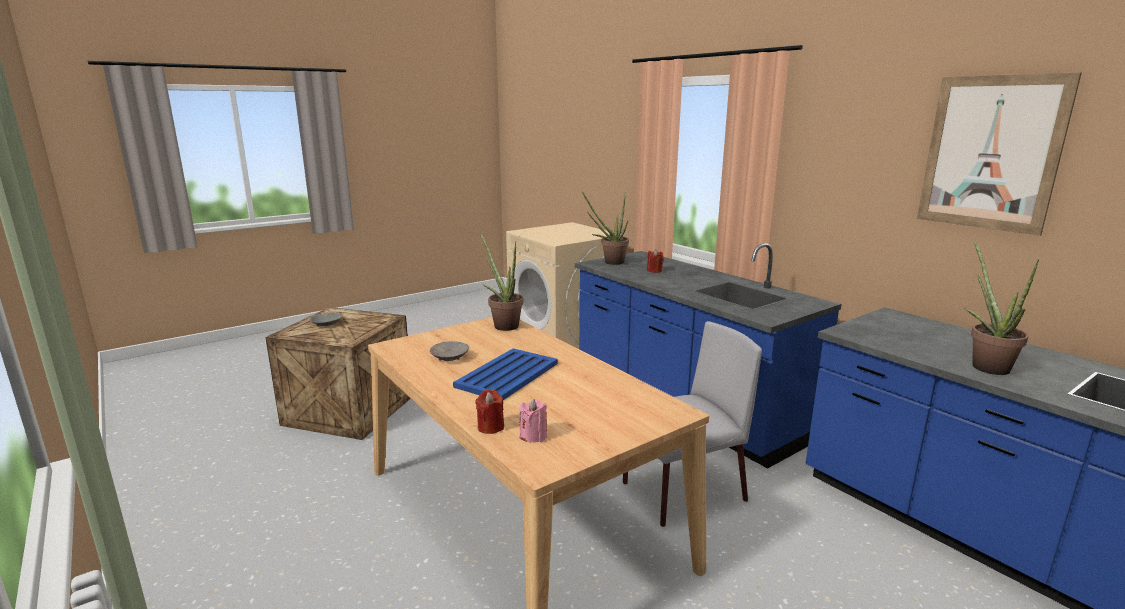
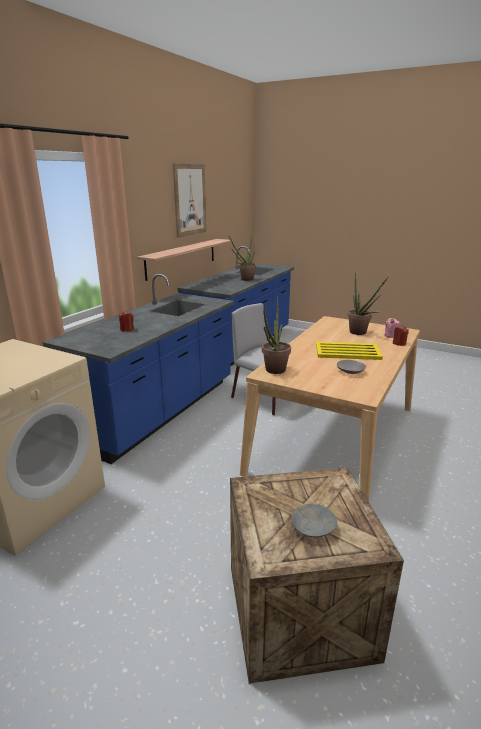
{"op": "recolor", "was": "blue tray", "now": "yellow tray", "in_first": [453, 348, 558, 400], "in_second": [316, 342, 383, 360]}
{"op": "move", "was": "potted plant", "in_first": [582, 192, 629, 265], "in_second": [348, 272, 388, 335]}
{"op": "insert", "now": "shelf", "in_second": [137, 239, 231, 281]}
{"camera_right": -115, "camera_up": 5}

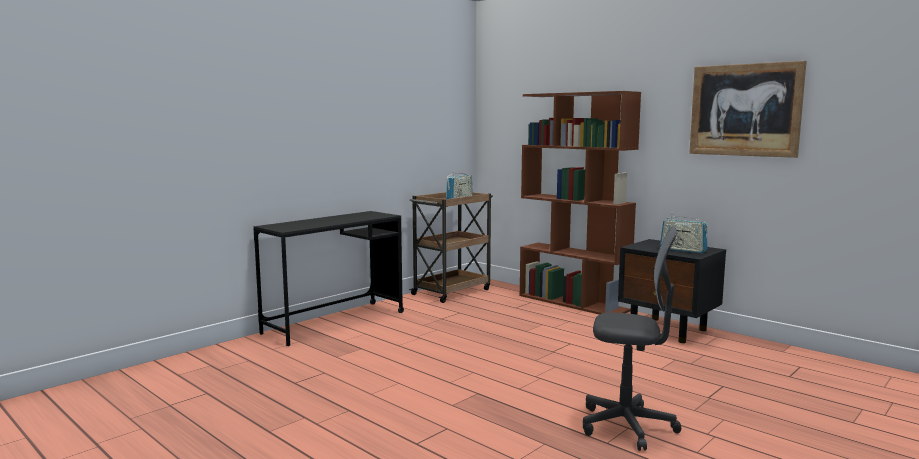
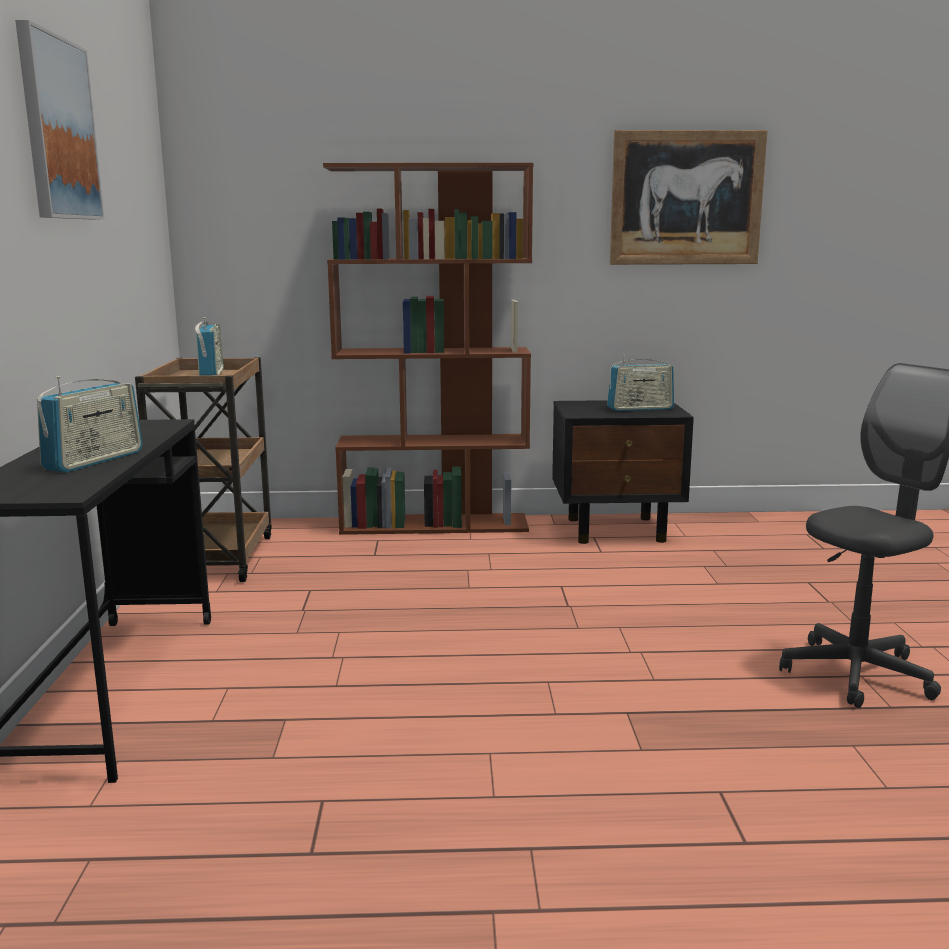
{"op": "insert", "now": "picture", "in_second": [15, 20, 105, 220]}
{"op": "insert", "now": "radio", "in_second": [37, 376, 142, 473]}
{"camera_right": -45, "camera_up": 5}

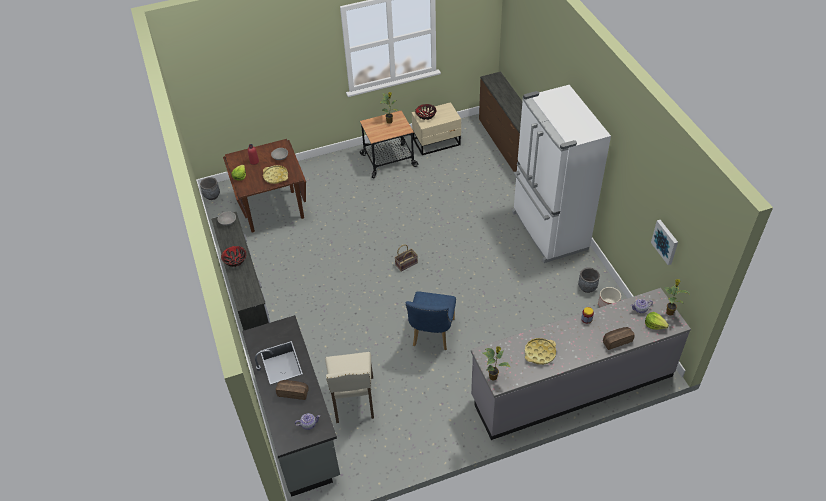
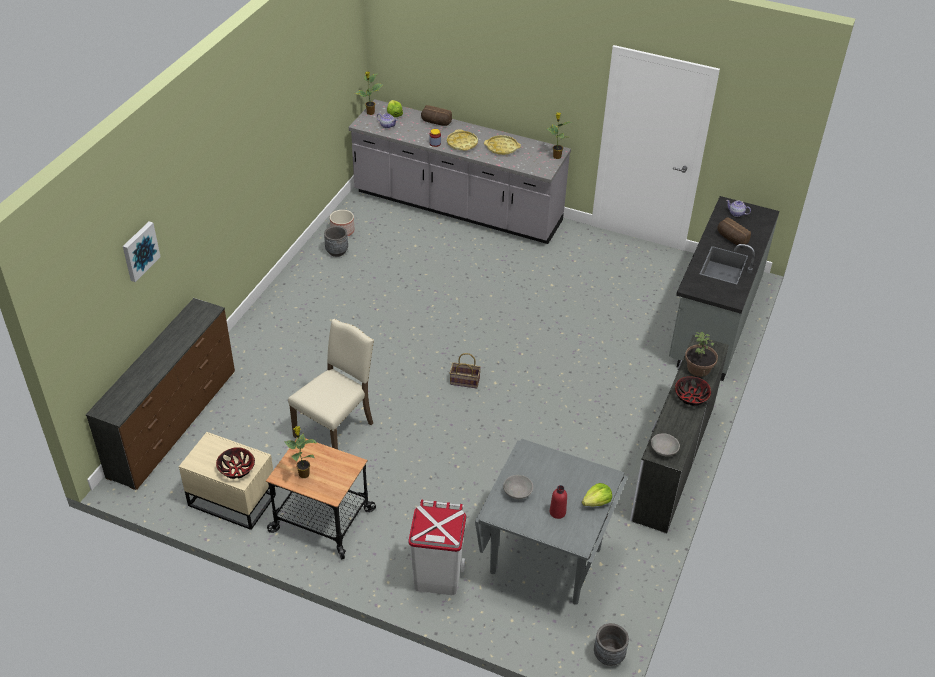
{"op": "recolor", "was": "brown dining table", "now": "grey dining table", "in_first": [223, 139, 306, 233], "in_second": [475, 439, 628, 605]}
{"op": "move", "was": "yellow tray", "in_first": [263, 165, 288, 184], "in_second": [447, 129, 478, 151]}
{"op": "move", "was": "beige chair", "in_first": [325, 352, 374, 423], "in_second": [288, 319, 374, 450]}
{"op": "delete", "was": "blue chair", "in_first": [405, 291, 456, 350]}
{"op": "delete", "was": "white fridge", "in_first": [512, 85, 611, 263]}
{"op": "move", "was": "picture", "in_first": [651, 220, 678, 265], "in_second": [123, 222, 161, 282]}
{"op": "insert", "now": "white trash can", "in_second": [408, 499, 466, 595]}
{"op": "insert", "now": "potted plant", "in_second": [685, 332, 718, 377]}
{"camera_right": -140, "camera_up": -5}

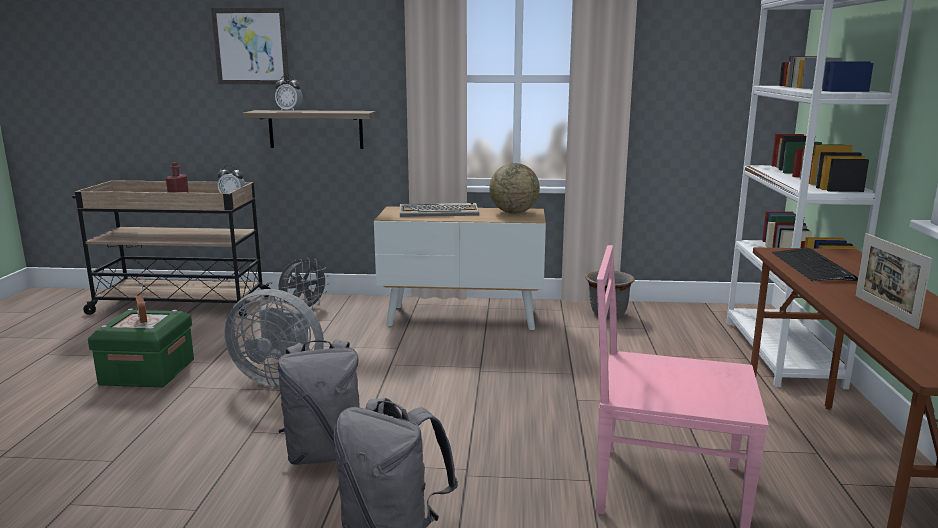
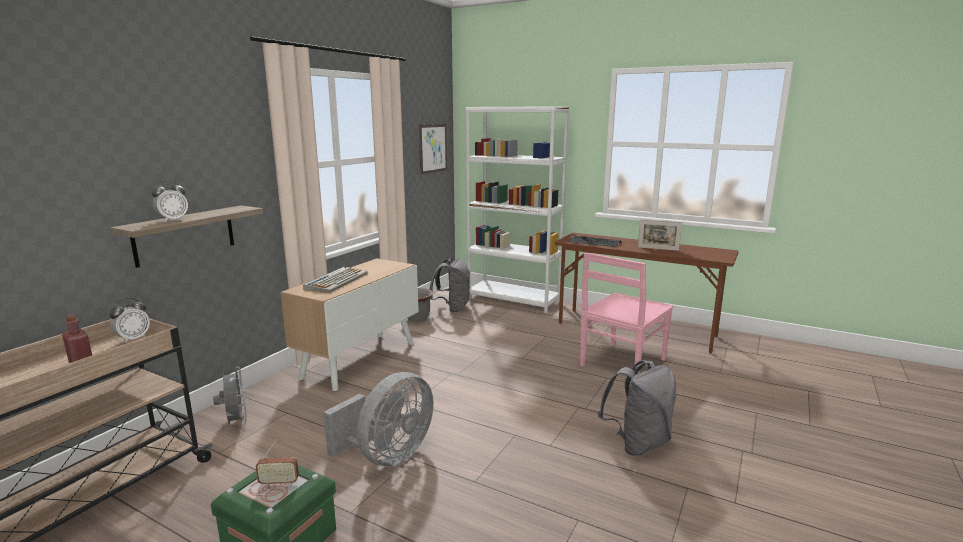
{"op": "move", "was": "picture", "in_first": [211, 8, 289, 84], "in_second": [419, 124, 447, 174]}
{"op": "move", "was": "grey backpack", "in_first": [277, 339, 360, 465], "in_second": [430, 258, 470, 313]}
{"op": "delete", "was": "globe", "in_first": [489, 163, 540, 214]}
{"camera_right": -65, "camera_up": 0}

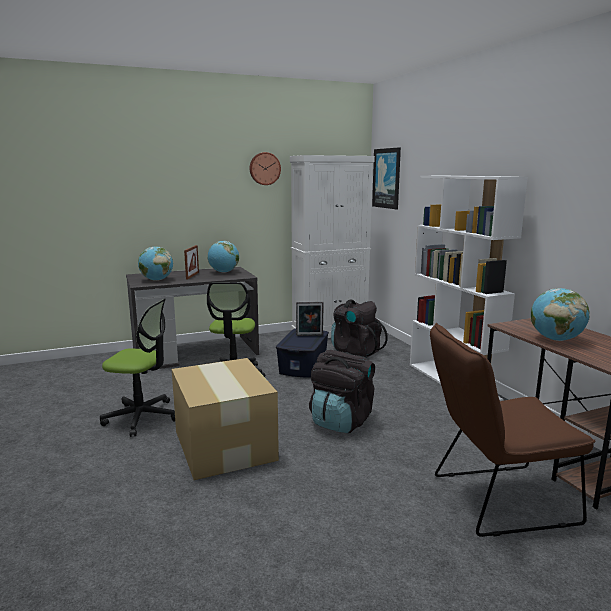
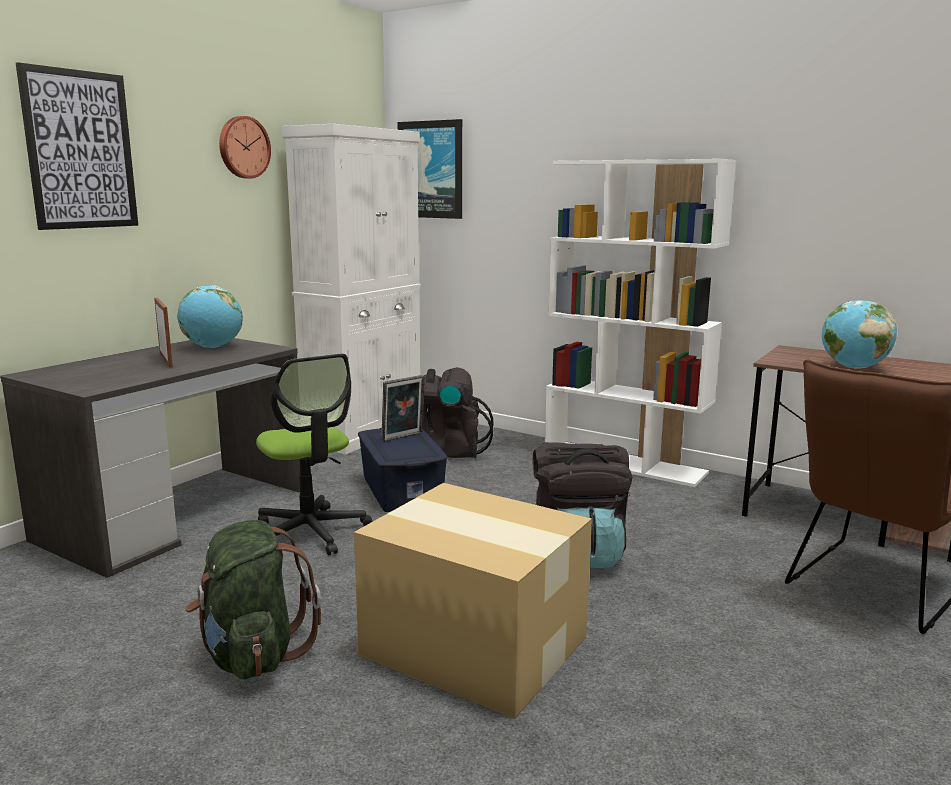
{"op": "replace", "was": "office chair", "now": "green backpack", "in_first": [100, 299, 175, 437], "in_second": [185, 520, 321, 679]}
{"op": "delete", "was": "globe", "in_first": [138, 246, 173, 281]}
{"op": "insert", "now": "picture", "in_second": [16, 62, 138, 230]}
{"camera_right": -35, "camera_up": 0}

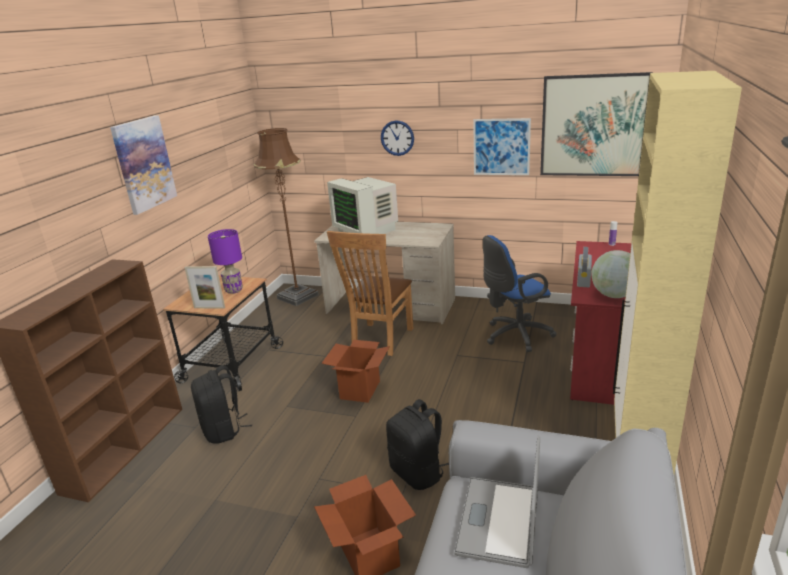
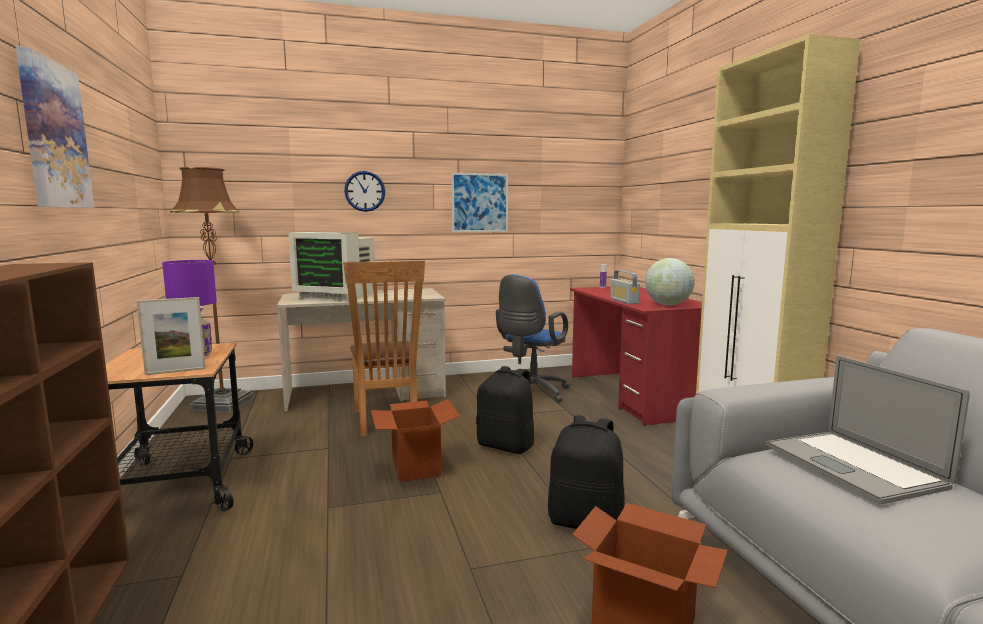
{"op": "move", "was": "black backpack", "in_first": [191, 365, 252, 444], "in_second": [476, 366, 535, 454]}
{"op": "delete", "was": "picture", "in_first": [540, 72, 653, 176]}
{"camera_right": -35, "camera_up": -15}

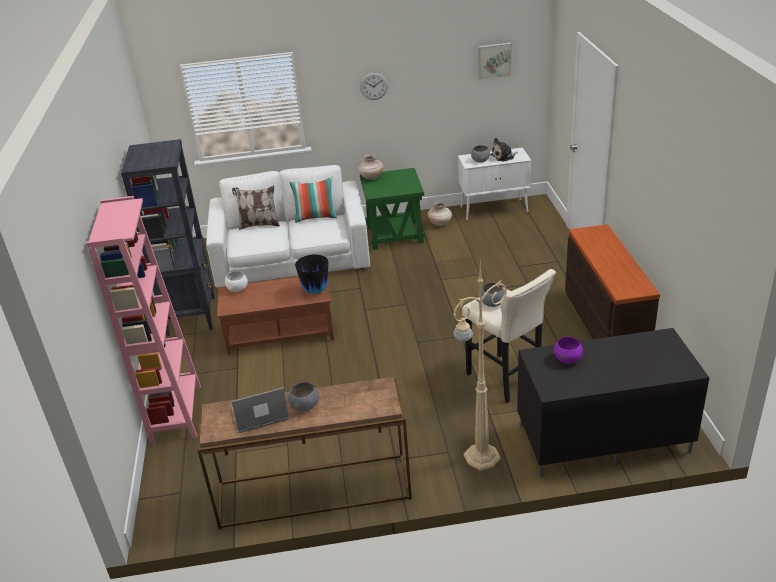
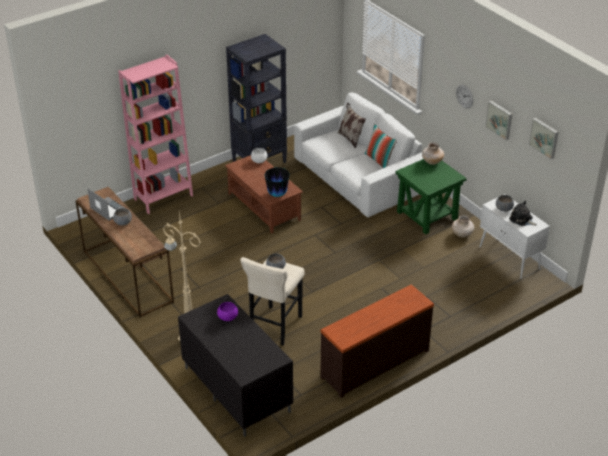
{"op": "insert", "now": "picture", "in_second": [485, 100, 512, 140]}
{"camera_right": 60, "camera_up": 5}

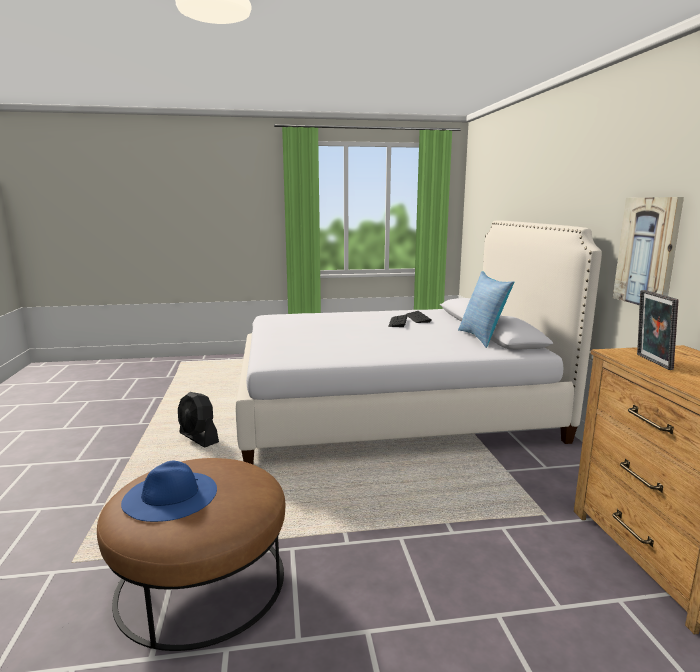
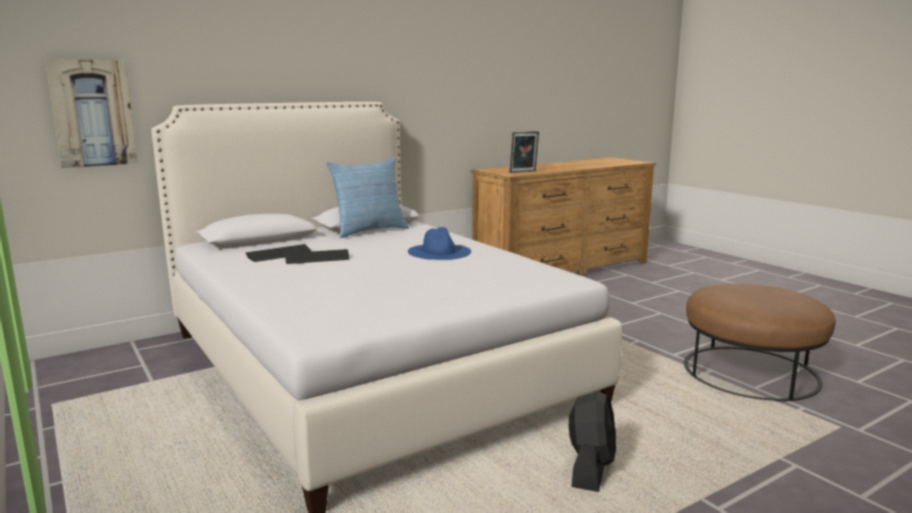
{"op": "move", "was": "blue hat", "in_first": [121, 461, 217, 522], "in_second": [408, 227, 471, 260]}
{"op": "move", "was": "picture", "in_first": [613, 197, 684, 305], "in_second": [45, 59, 137, 168]}
{"camera_right": -115, "camera_up": 0}

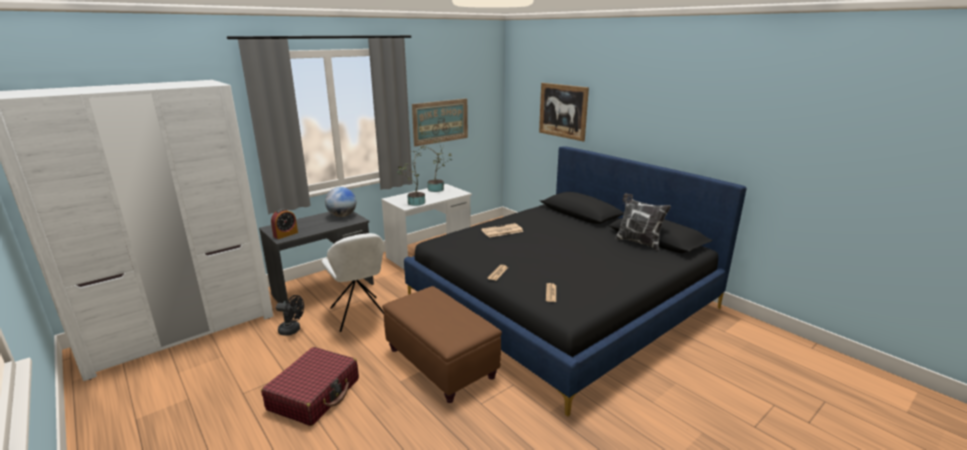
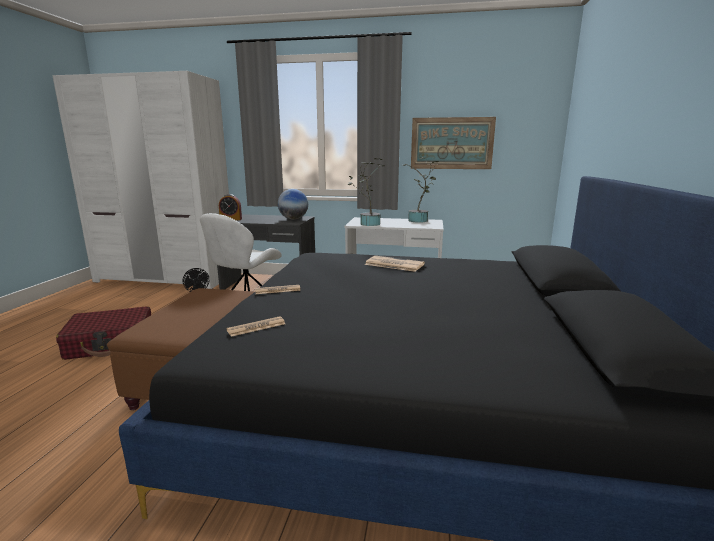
{"op": "delete", "was": "picture", "in_first": [539, 83, 589, 141]}
{"op": "delete", "was": "pillow", "in_first": [615, 193, 671, 251]}
{"camera_right": 50, "camera_up": -5}

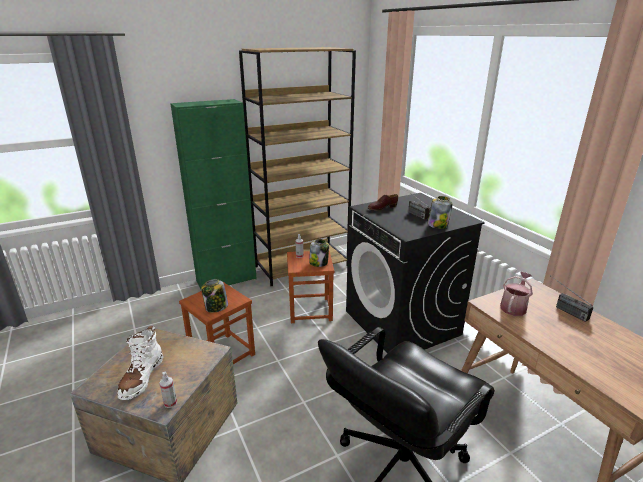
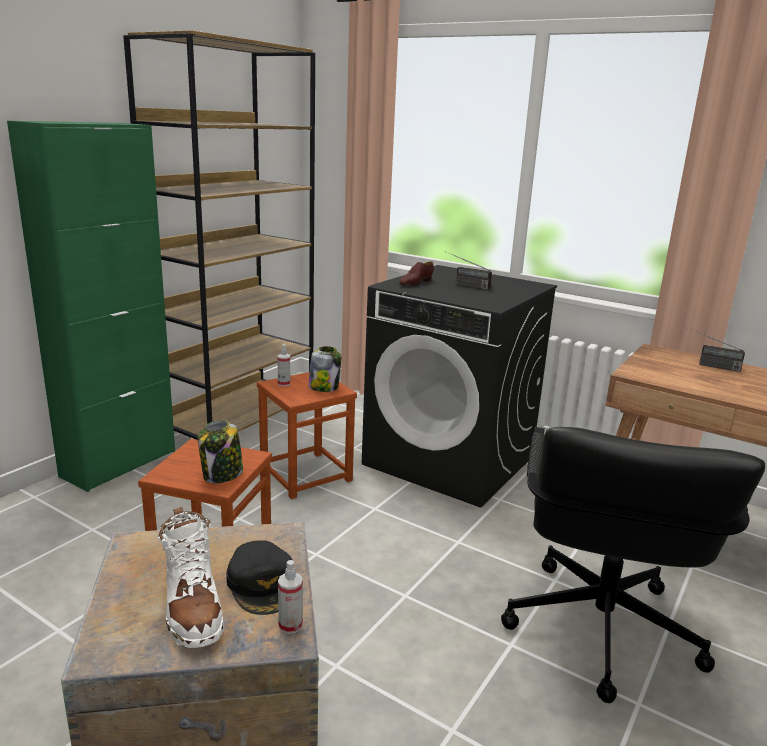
{"op": "delete", "was": "jar", "in_first": [427, 196, 453, 229]}
{"op": "delete", "was": "watering can", "in_first": [500, 272, 533, 316]}
{"op": "insert", "now": "black cap", "in_second": [226, 540, 292, 615]}
{"camera_right": -30, "camera_up": -5}

